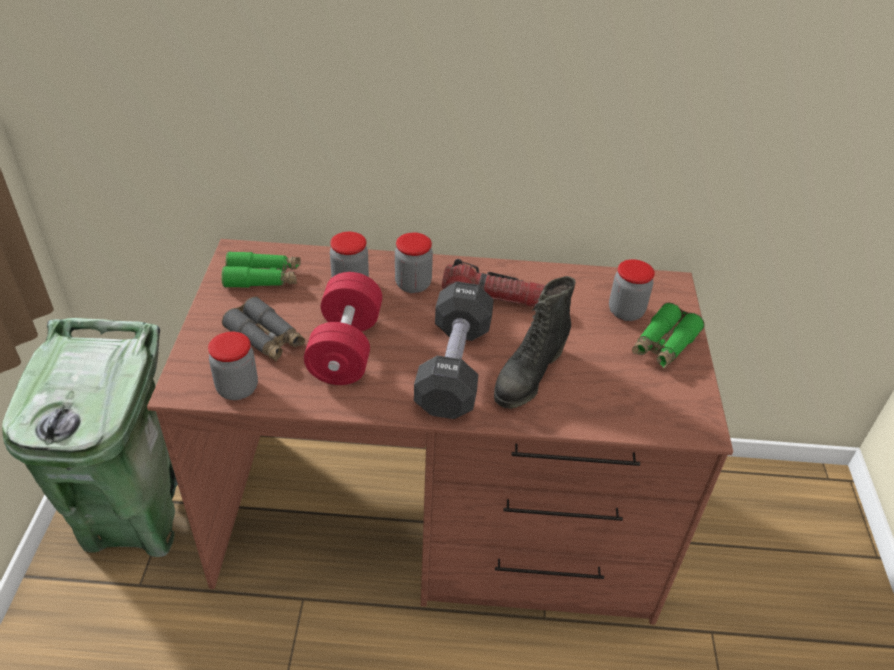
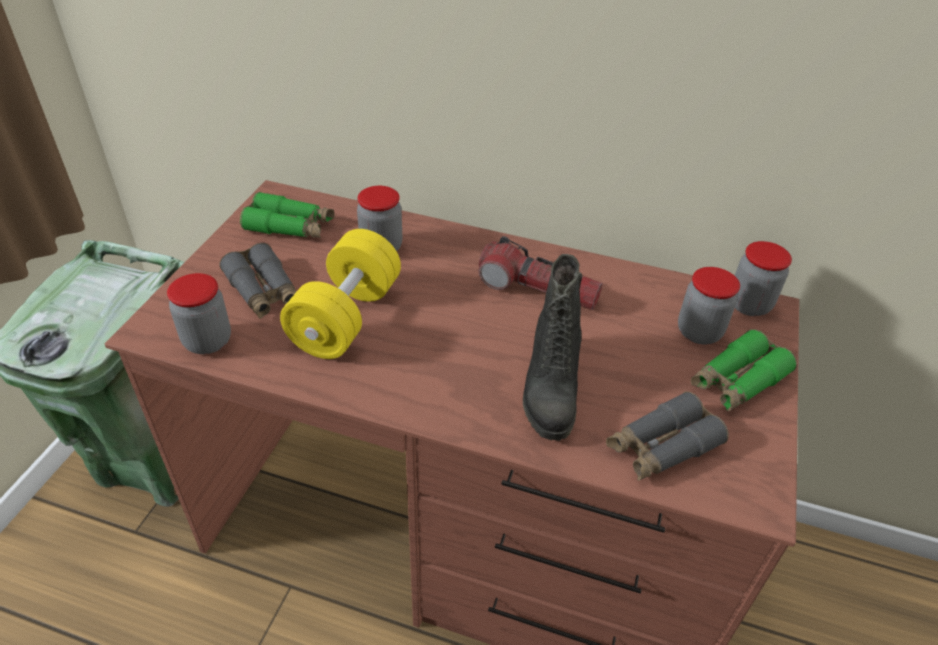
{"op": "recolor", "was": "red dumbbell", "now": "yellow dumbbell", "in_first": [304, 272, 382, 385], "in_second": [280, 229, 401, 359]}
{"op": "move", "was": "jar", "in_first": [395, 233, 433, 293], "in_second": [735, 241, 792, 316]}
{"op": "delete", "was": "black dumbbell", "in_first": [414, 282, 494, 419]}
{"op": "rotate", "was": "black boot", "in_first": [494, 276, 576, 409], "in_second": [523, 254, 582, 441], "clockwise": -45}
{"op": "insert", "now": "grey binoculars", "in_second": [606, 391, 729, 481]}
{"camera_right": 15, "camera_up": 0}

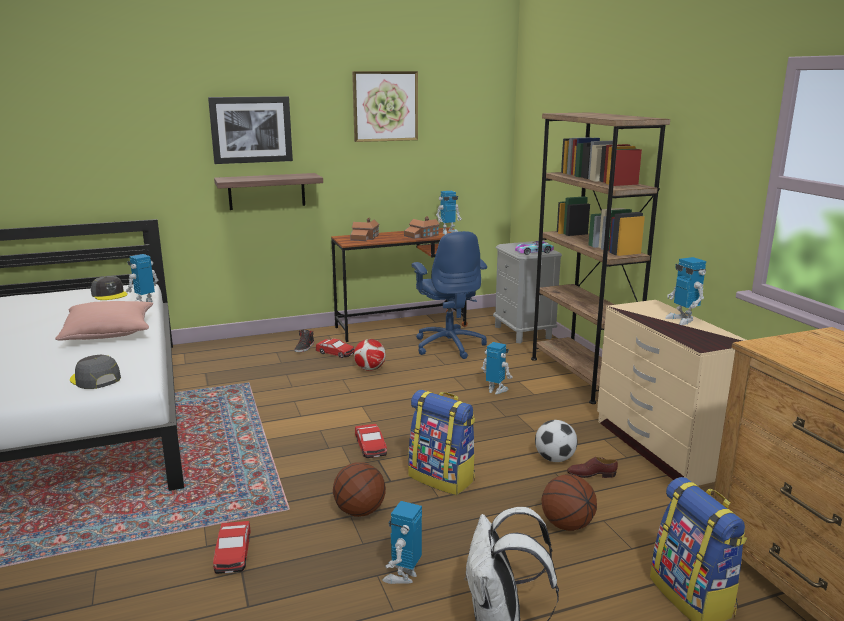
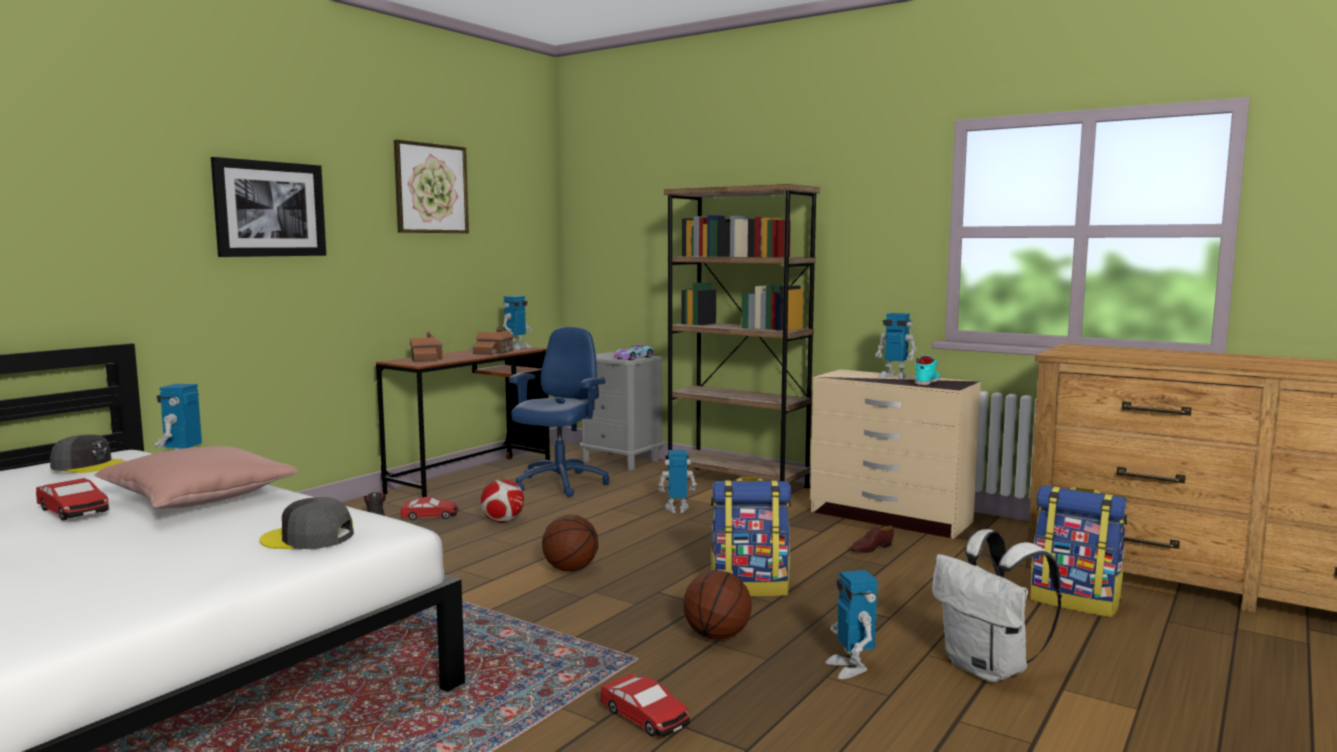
{"op": "delete", "was": "shelf", "in_first": [214, 173, 323, 210]}
{"op": "move", "was": "toy car", "in_first": [355, 424, 387, 458], "in_second": [36, 478, 109, 520]}
{"op": "rotate", "was": "blue office chair", "in_first": [412, 231, 487, 359], "in_second": [509, 327, 610, 497], "clockwise": -105}
{"op": "delete", "was": "football", "in_first": [535, 420, 577, 462]}
{"op": "move", "was": "basketball", "in_first": [541, 474, 597, 531], "in_second": [542, 514, 598, 572]}
{"op": "insert", "now": "turquoise shoe", "in_second": [915, 355, 940, 386]}
{"camera_right": -35, "camera_up": -10}

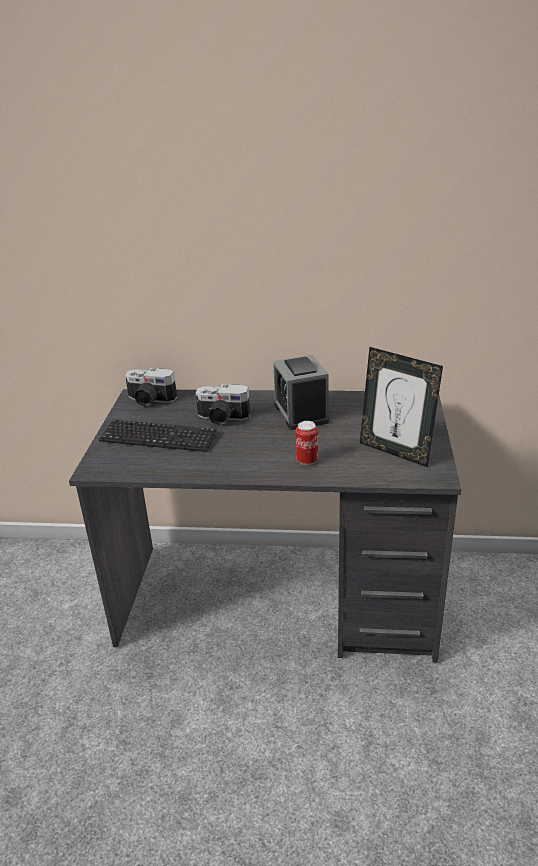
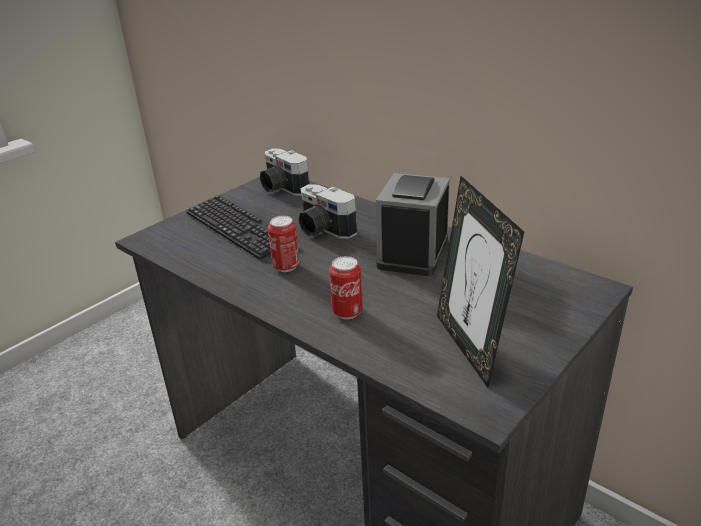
{"op": "insert", "now": "can", "in_second": [268, 216, 300, 272]}
{"camera_right": 35, "camera_up": 0}

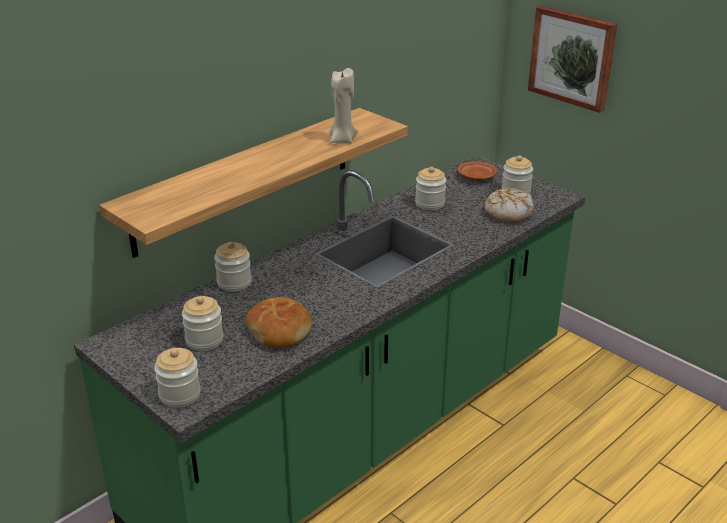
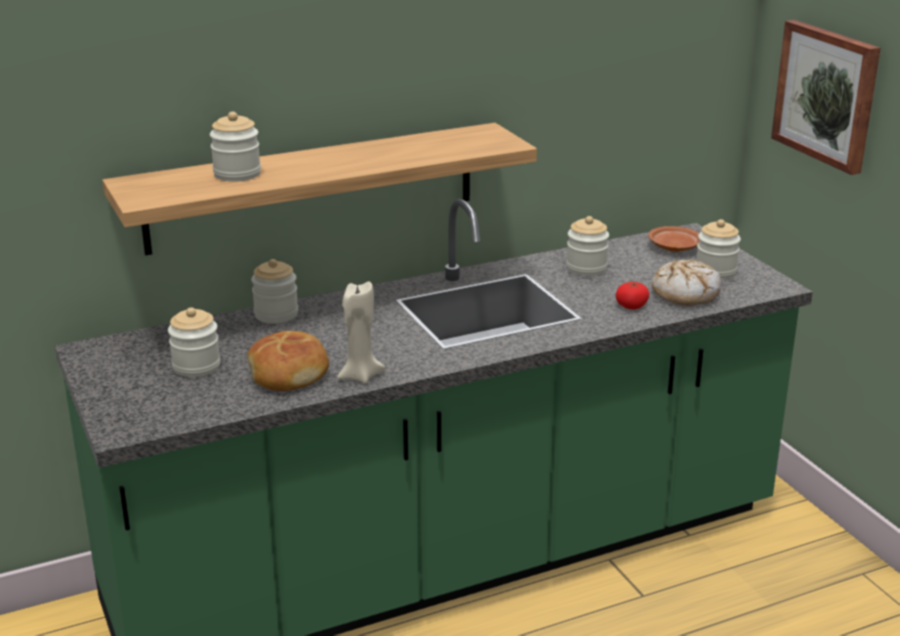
{"op": "move", "was": "jar", "in_first": [154, 348, 200, 407], "in_second": [210, 112, 261, 182]}
{"op": "move", "was": "beige candle", "in_first": [330, 68, 358, 144], "in_second": [337, 281, 385, 384]}
{"op": "insert", "now": "tomato", "in_second": [616, 282, 649, 309]}
{"camera_right": 20, "camera_up": -5}

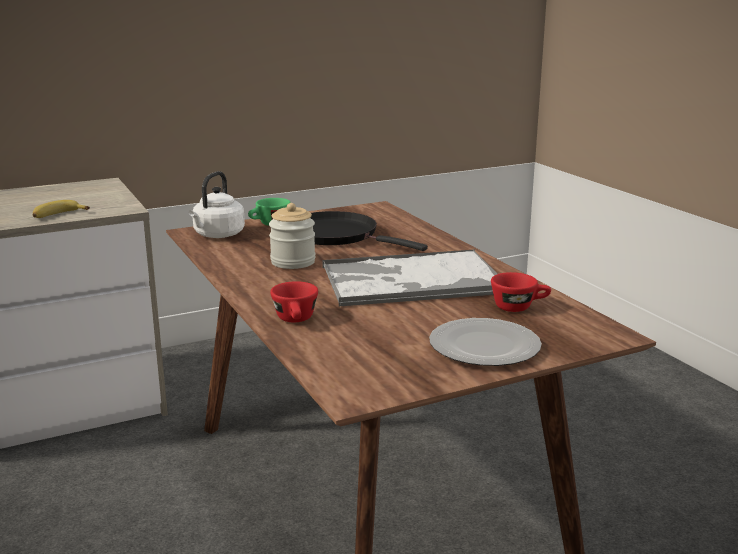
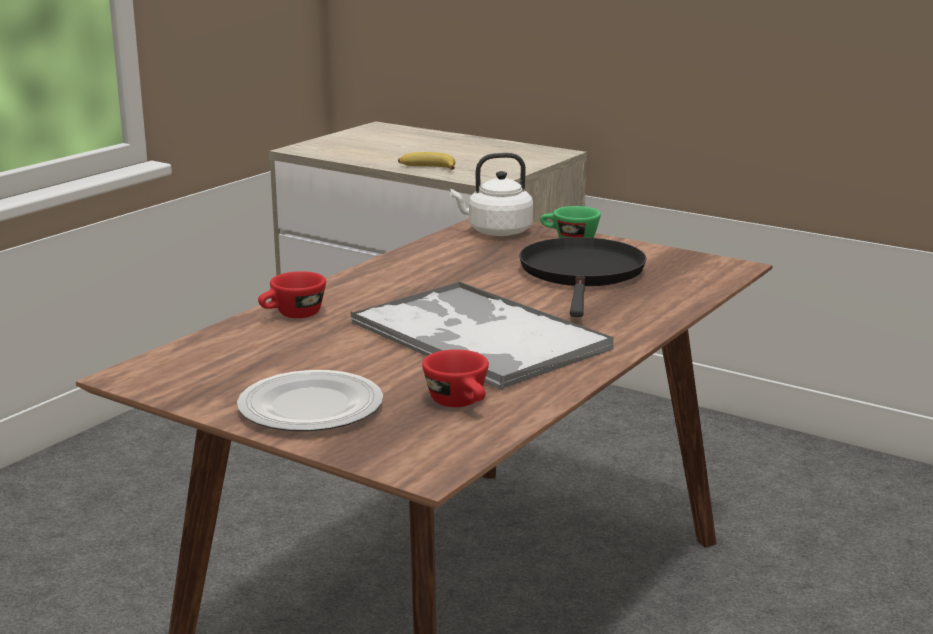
{"op": "delete", "was": "jar", "in_first": [269, 203, 316, 269]}
{"camera_right": 60, "camera_up": 0}

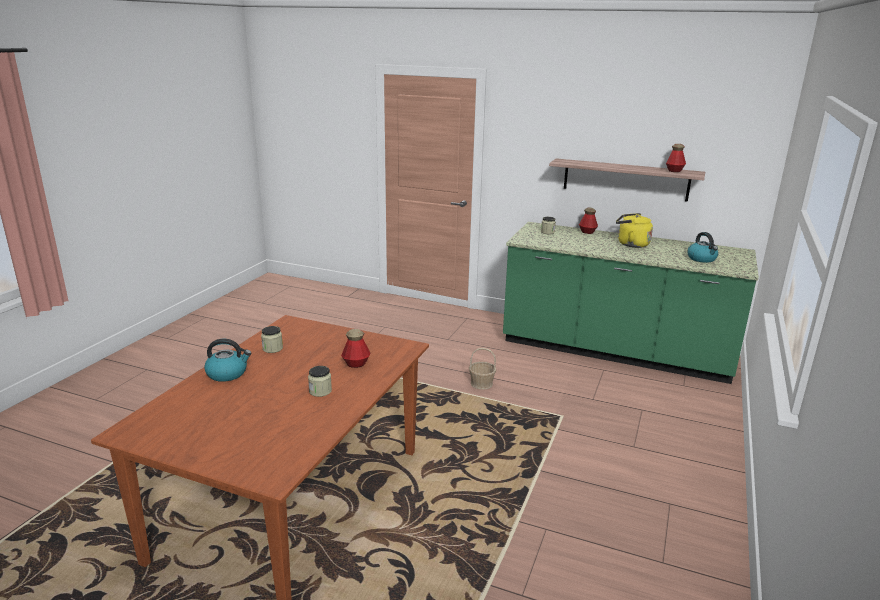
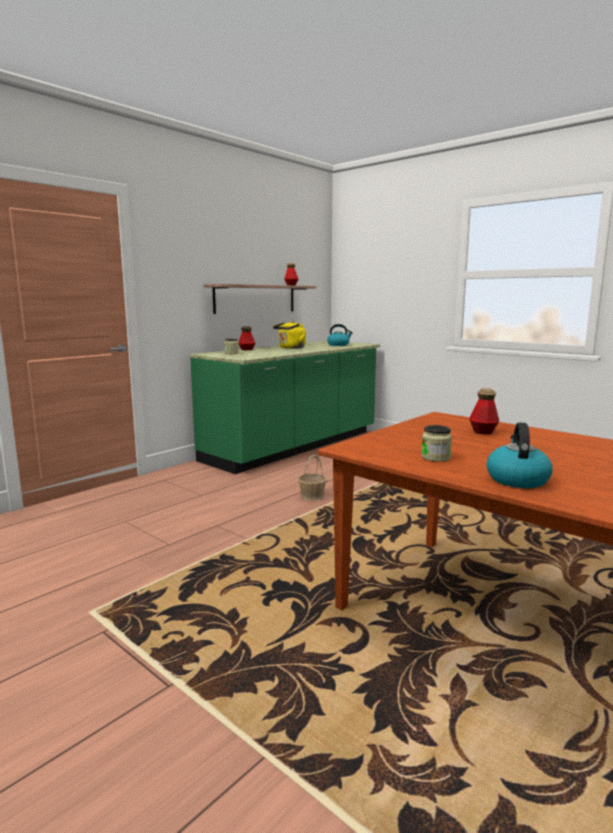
{"op": "delete", "was": "jar", "in_first": [308, 366, 332, 397]}
{"camera_right": -70, "camera_up": -10}

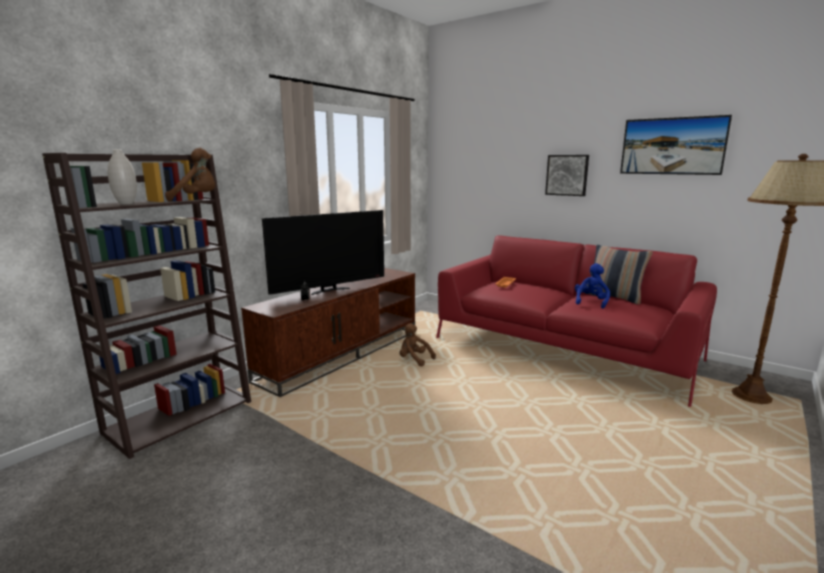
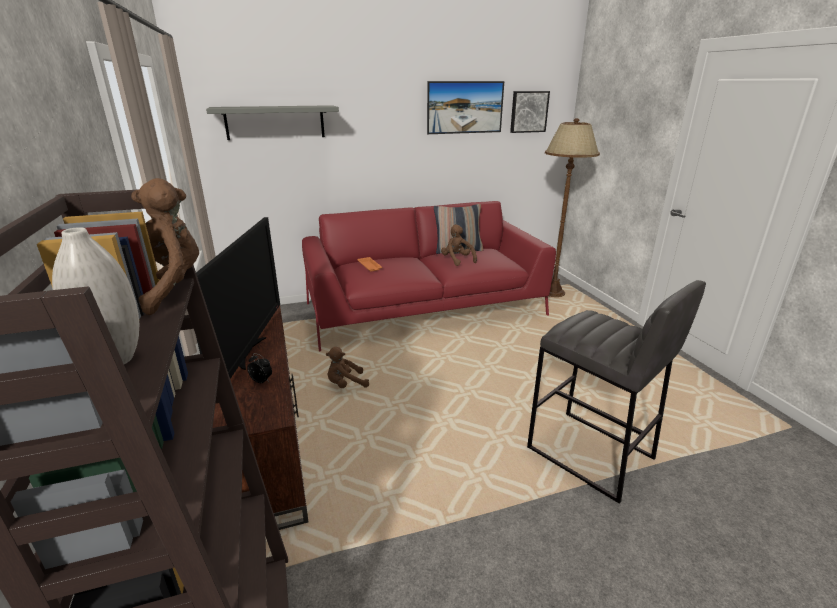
{"op": "move", "was": "picture", "in_first": [545, 155, 589, 196], "in_second": [510, 91, 550, 133]}
{"op": "recolor", "was": "blue plush toy", "now": "brown plush toy", "in_first": [575, 263, 610, 309], "in_second": [441, 224, 477, 266]}
{"op": "insert", "now": "grey shelf", "in_second": [206, 105, 339, 140]}
{"op": "insert", "now": "grey stool", "in_second": [527, 280, 706, 504]}
{"camera_right": -55, "camera_up": 10}

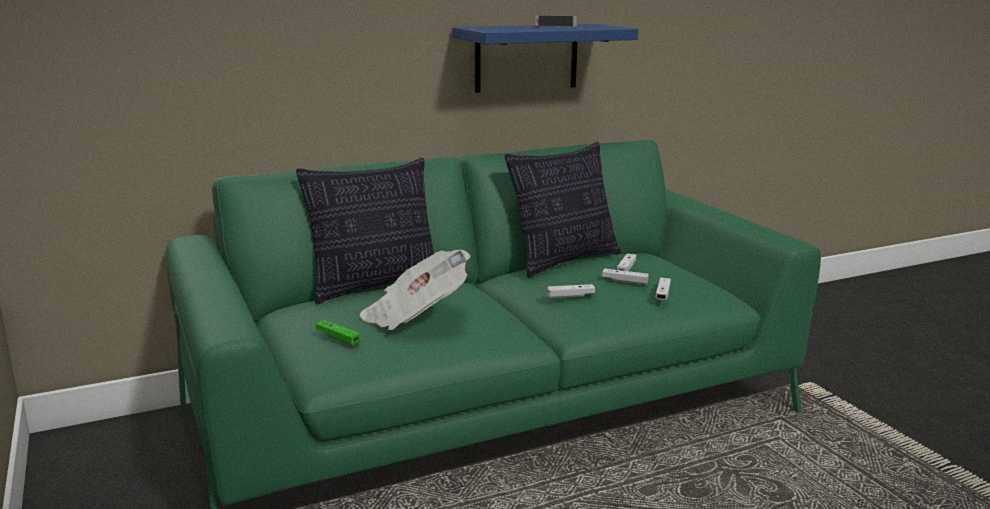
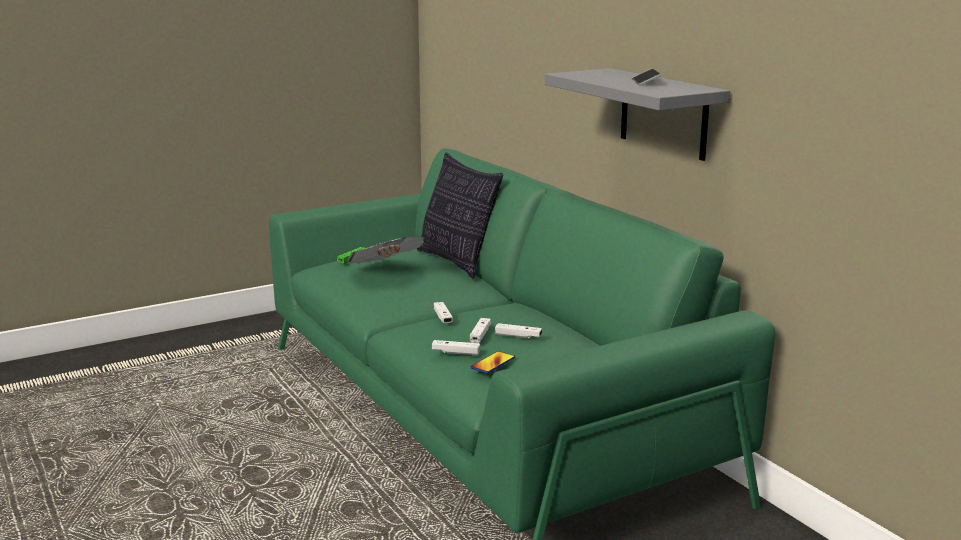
{"op": "recolor", "was": "blue shelf", "now": "grey shelf", "in_first": [452, 24, 639, 93], "in_second": [545, 68, 730, 161]}
{"op": "delete", "was": "pillow", "in_first": [505, 142, 621, 278]}
{"op": "insert", "now": "phone", "in_second": [470, 351, 515, 373]}
{"camera_right": 85, "camera_up": 0}

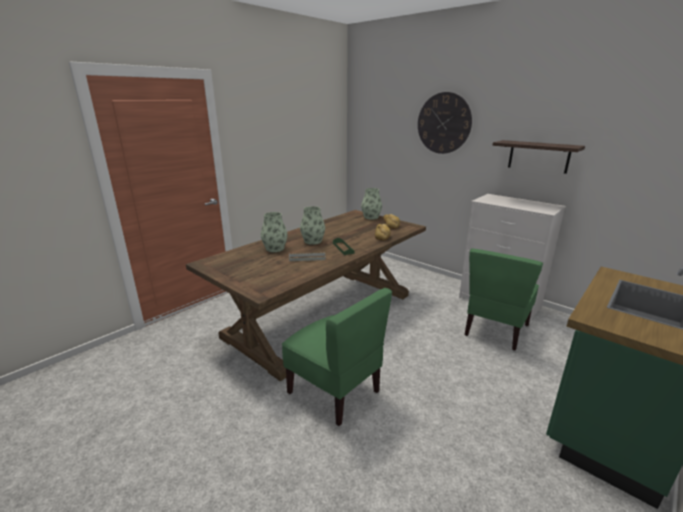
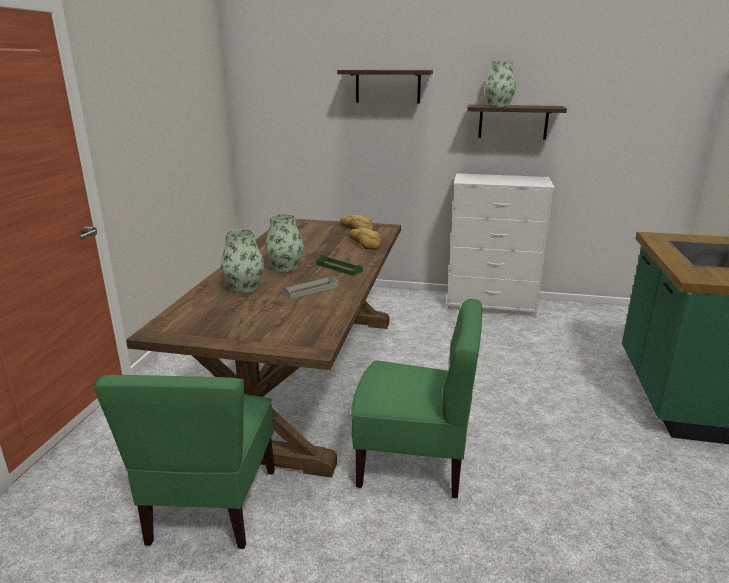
{"op": "move", "was": "vase", "in_first": [361, 188, 382, 219], "in_second": [485, 61, 516, 107]}
{"op": "replace", "was": "wall clock", "now": "shelf", "in_first": [418, 92, 472, 154], "in_second": [337, 70, 433, 104]}
{"op": "move", "was": "green chair", "in_first": [465, 249, 543, 351], "in_second": [94, 375, 275, 549]}
{"camera_right": -30, "camera_up": 0}

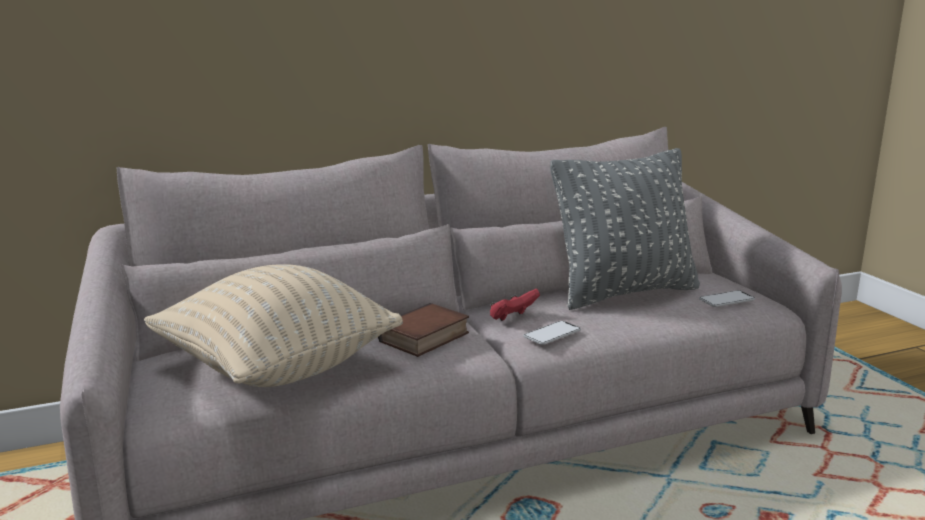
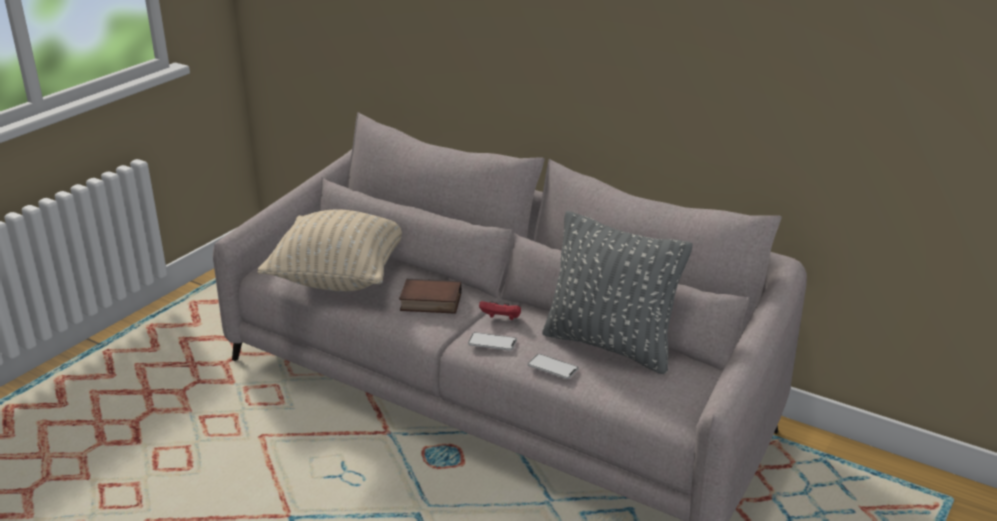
{"op": "move", "was": "phone", "in_first": [699, 290, 755, 307], "in_second": [528, 354, 579, 379]}
{"camera_right": 55, "camera_up": 10}

